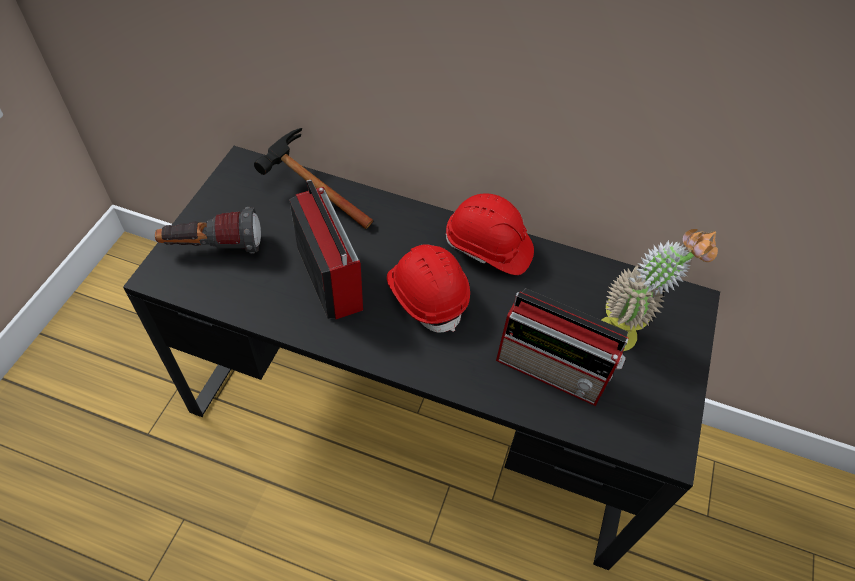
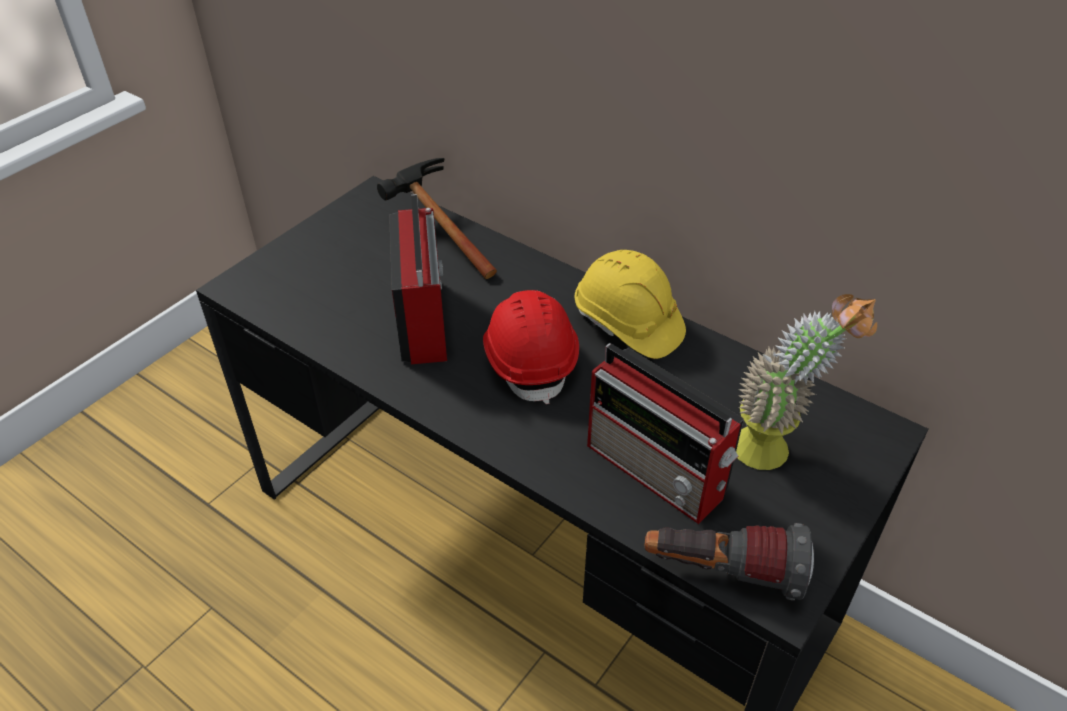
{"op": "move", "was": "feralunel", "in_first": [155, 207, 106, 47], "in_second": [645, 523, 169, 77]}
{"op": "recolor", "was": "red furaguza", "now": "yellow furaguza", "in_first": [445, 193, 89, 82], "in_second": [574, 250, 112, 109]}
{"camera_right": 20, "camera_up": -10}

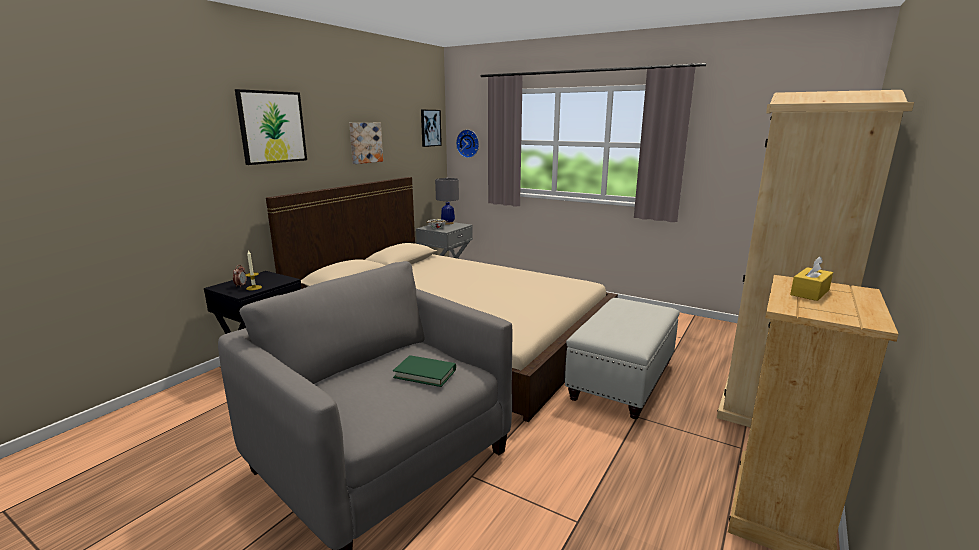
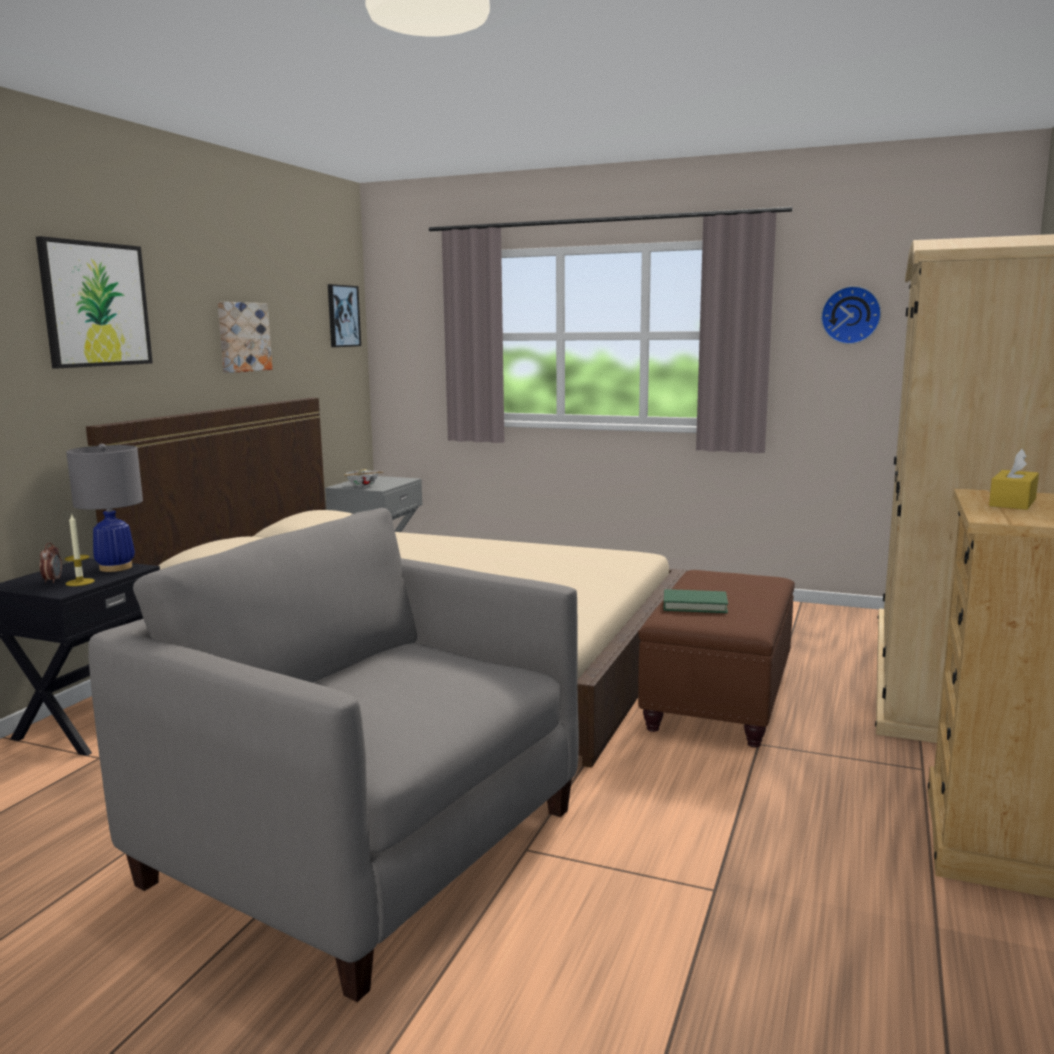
{"op": "move", "was": "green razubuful", "in_first": [393, 355, 63, 32], "in_second": [663, 589, 65, 24]}
{"op": "move", "was": "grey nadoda", "in_first": [435, 177, 24, 47], "in_second": [66, 444, 77, 128]}
{"op": "move", "was": "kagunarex", "in_first": [456, 129, 23, 29], "in_second": [821, 286, 61, 58]}
{"op": "recolor", "was": "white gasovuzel", "now": "brown gasovuzel", "in_first": [565, 298, 115, 121], "in_second": [638, 570, 157, 178]}
{"camera_right": -10, "camera_up": -5}

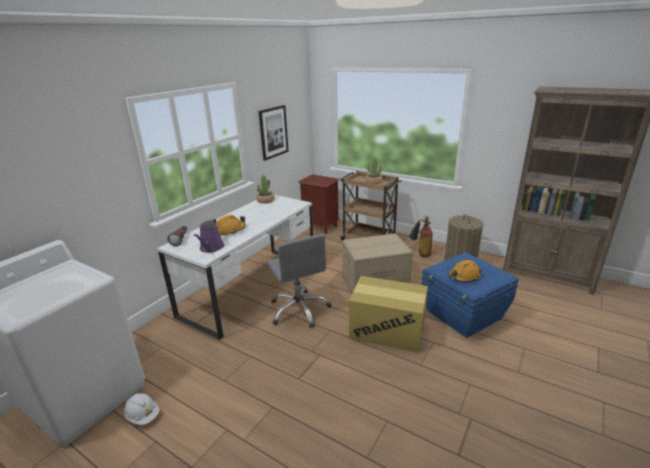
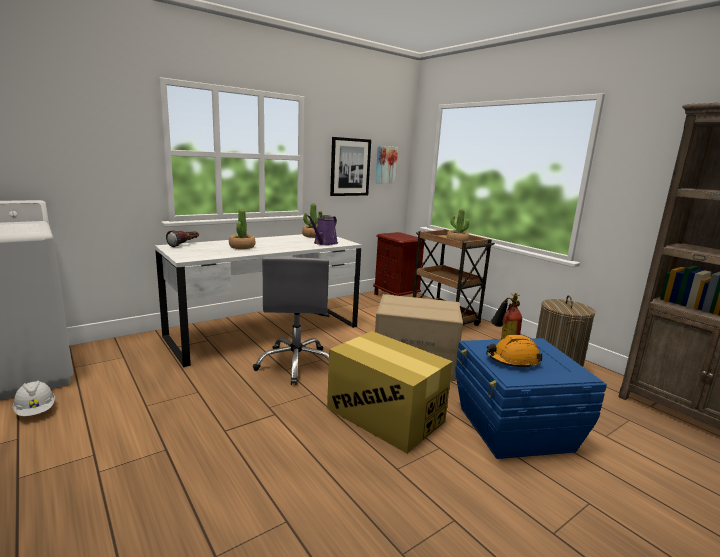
{"op": "move", "was": "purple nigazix", "in_first": [194, 219, 30, 34], "in_second": [307, 215, 31, 30]}
{"op": "replace", "was": "orange furaguza", "now": "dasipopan", "in_first": [216, 215, 30, 20], "in_second": [229, 209, 27, 40]}
{"op": "insert", "now": "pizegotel", "in_second": [375, 146, 23, 37]}
{"camera_right": 20, "camera_up": -10}

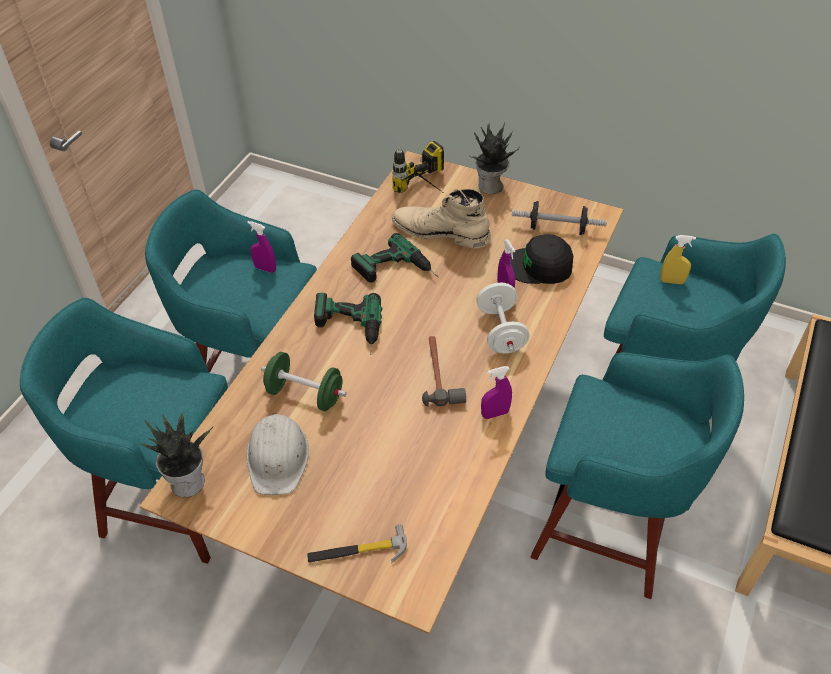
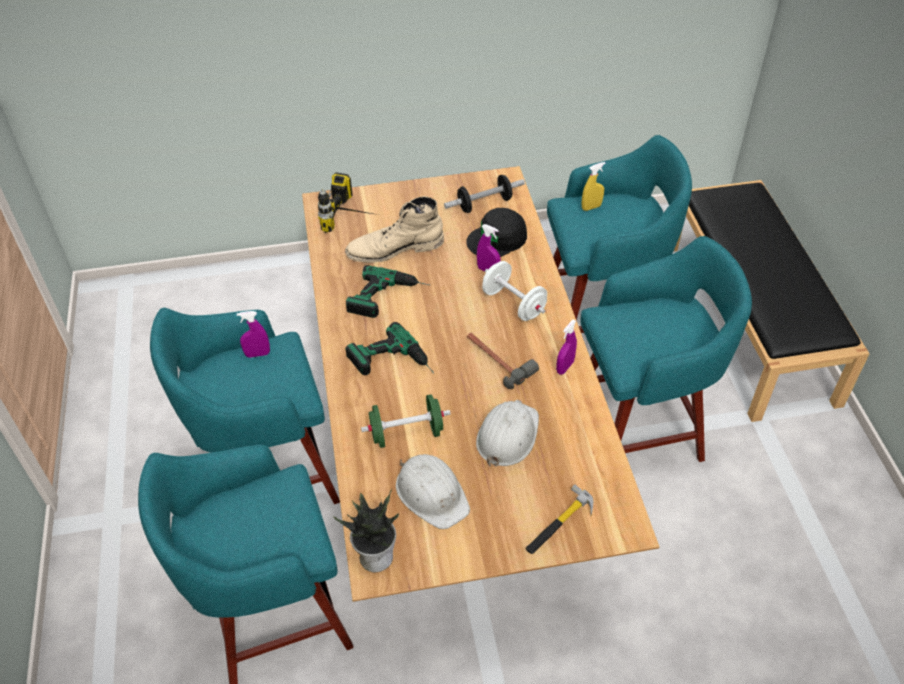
{"op": "delete", "was": "dasipopan", "in_first": [470, 123, 50, 71]}
{"op": "insert", "now": "white furaguza", "in_second": [476, 400, 63, 67]}
{"camera_right": -35, "camera_up": 0}

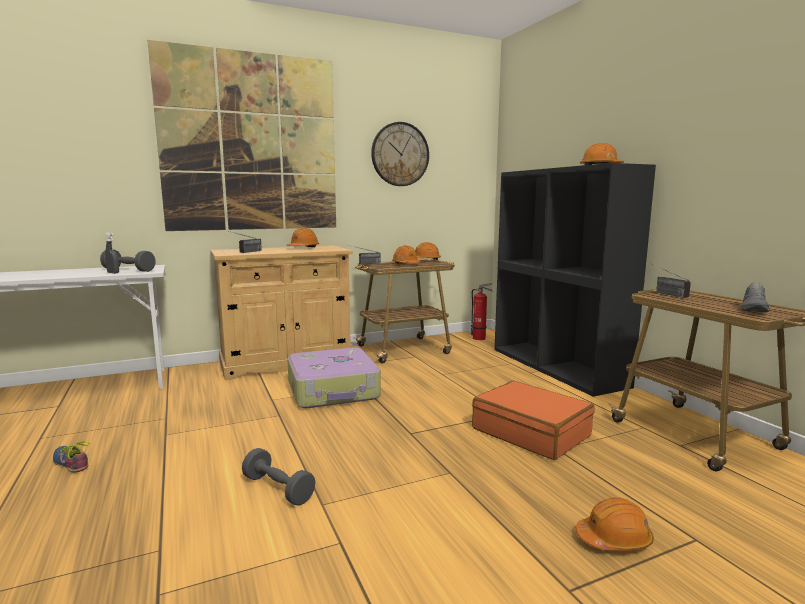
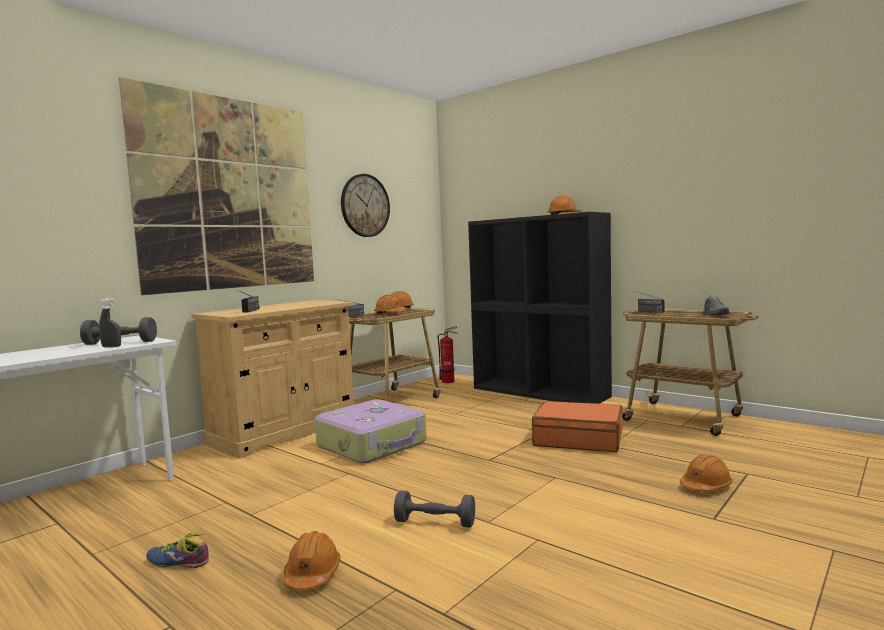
{"op": "move", "was": "orange furaguza", "in_first": [287, 228, 32, 19], "in_second": [284, 531, 56, 59]}
{"camera_right": -25, "camera_up": -5}

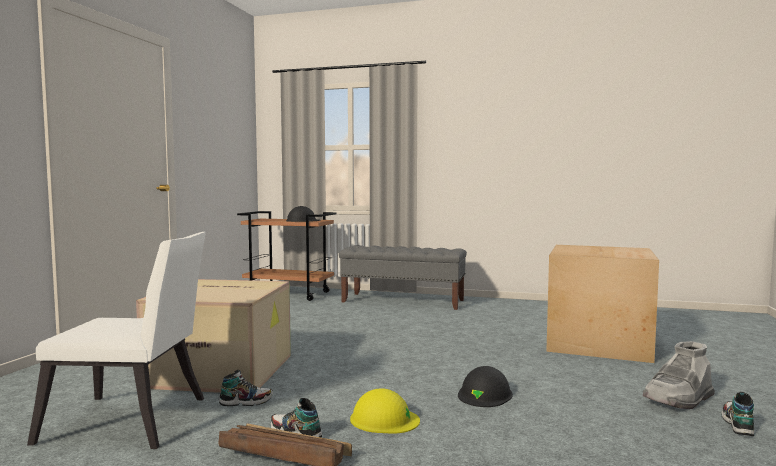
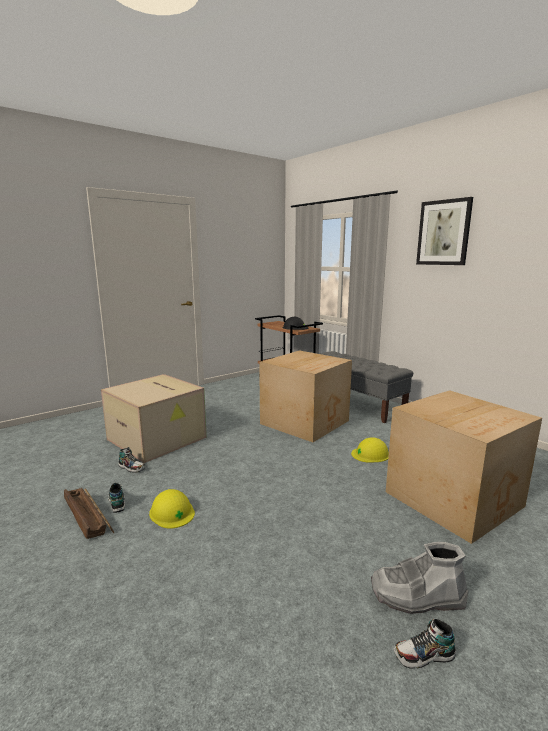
{"op": "delete", "was": "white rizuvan", "in_first": [27, 232, 179, 217]}
{"op": "delete", "was": "black furaguza", "in_first": [458, 366, 55, 41]}
{"op": "rotate", "was": "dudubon", "in_first": [722, 392, 33, 44], "in_second": [394, 619, 62, 50], "clockwise": -150}
{"op": "insert", "now": "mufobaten", "in_second": [259, 350, 93, 92]}
{"op": "insert", "now": "yellow furaguza", "in_second": [351, 437, 38, 26]}
{"op": "insert", "now": "pizegotel", "in_second": [416, 197, 57, 68]}
{"camera_right": 35, "camera_up": 10}

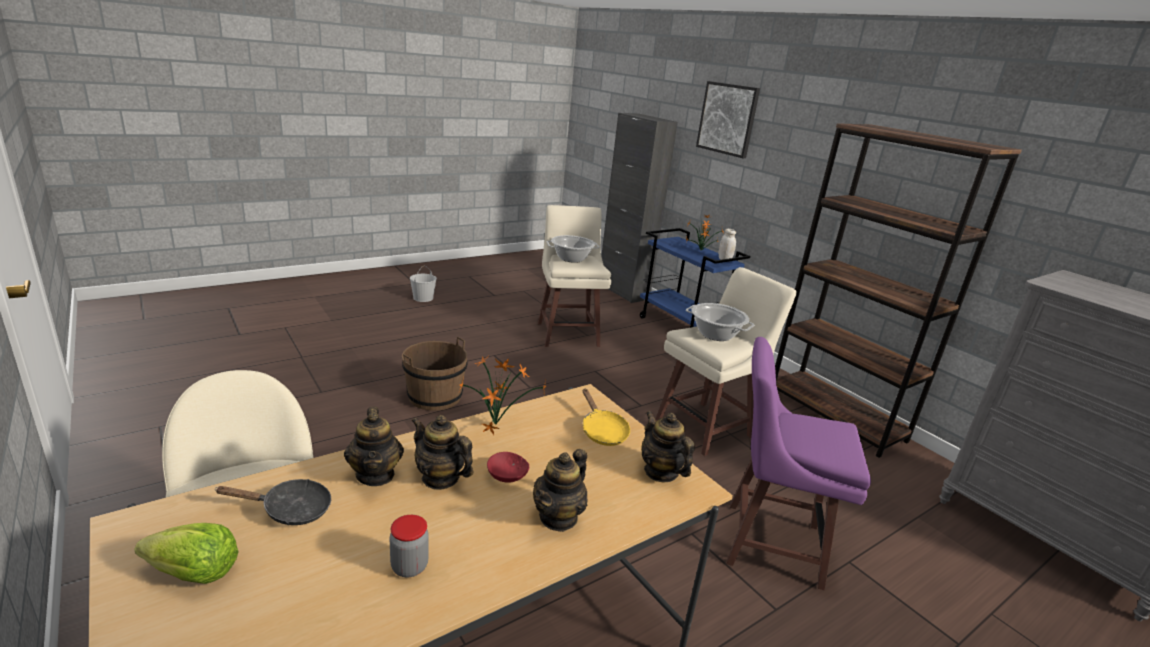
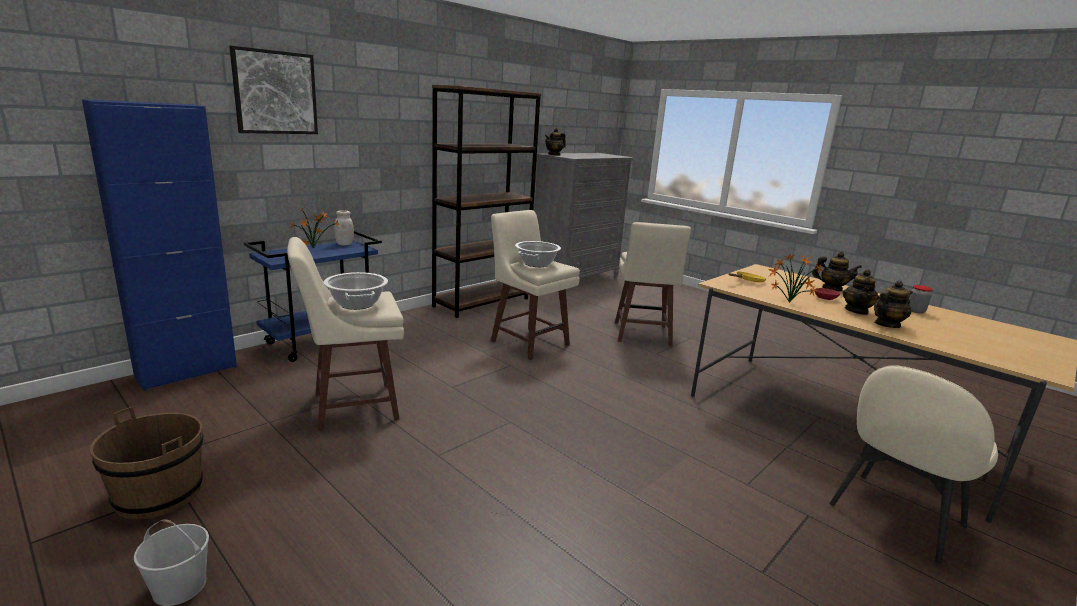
{"op": "delete", "was": "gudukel", "in_first": [134, 523, 105, 61]}
{"op": "delete", "was": "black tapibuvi", "in_first": [216, 479, 115, 46]}
{"op": "move", "was": "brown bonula", "in_first": [402, 337, 66, 74], "in_second": [90, 406, 113, 113]}
{"op": "recolor", "was": "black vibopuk", "now": "blue vibopuk", "in_first": [601, 113, 77, 190], "in_second": [82, 99, 155, 292]}
{"op": "move", "was": "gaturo", "in_first": [641, 411, 54, 71], "in_second": [545, 128, 21, 28]}
{"op": "recolor", "was": "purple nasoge", "now": "beige nasoge", "in_first": [726, 337, 145, 253], "in_second": [615, 222, 76, 124]}
{"camera_right": -100, "camera_up": -5}

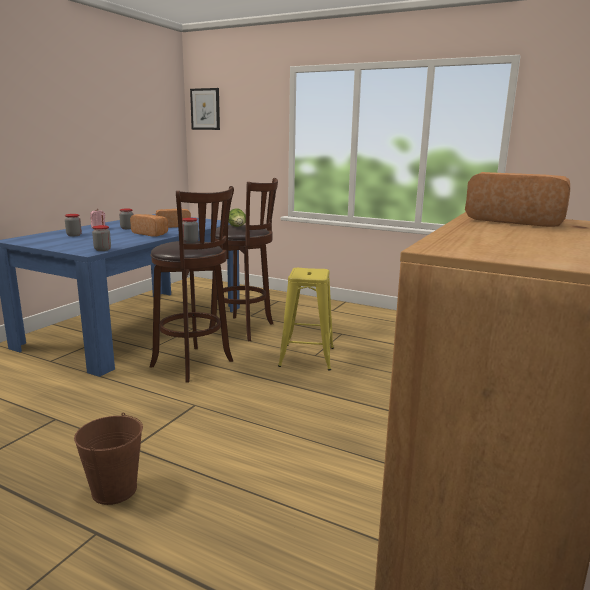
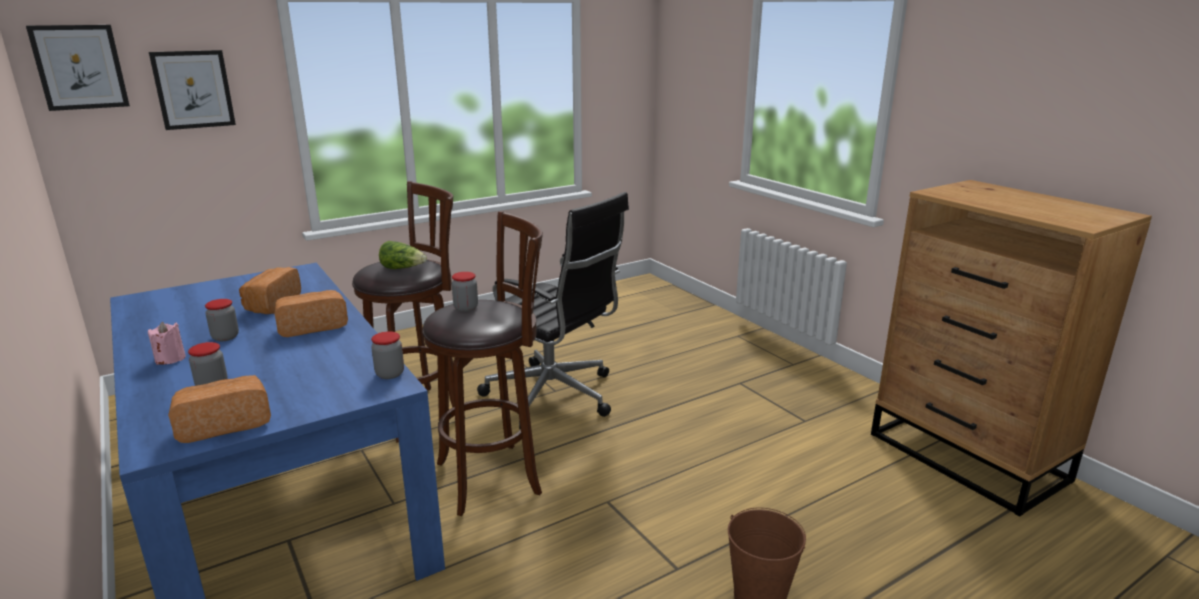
{"op": "replace", "was": "yellow nasoge", "now": "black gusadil", "in_first": [278, 268, 56, 102], "in_second": [477, 192, 152, 237]}
{"op": "move", "was": "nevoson", "in_first": [465, 172, 105, 55], "in_second": [168, 375, 103, 68]}
{"op": "insert", "now": "pizegotel", "in_second": [149, 50, 87, 80]}
{"camera_right": -60, "camera_up": 5}

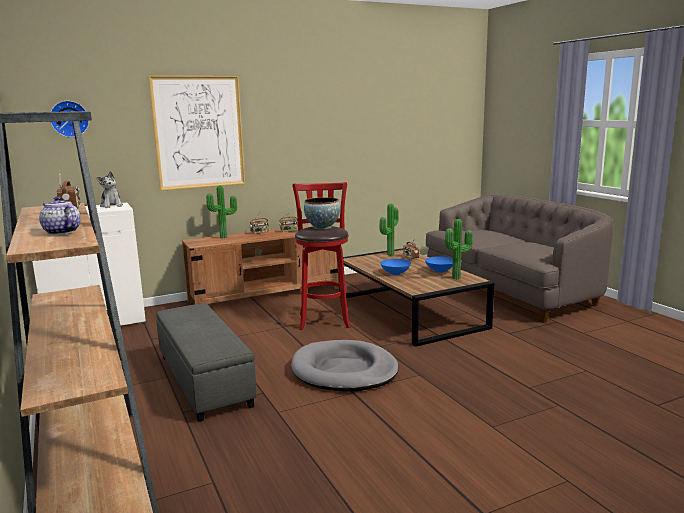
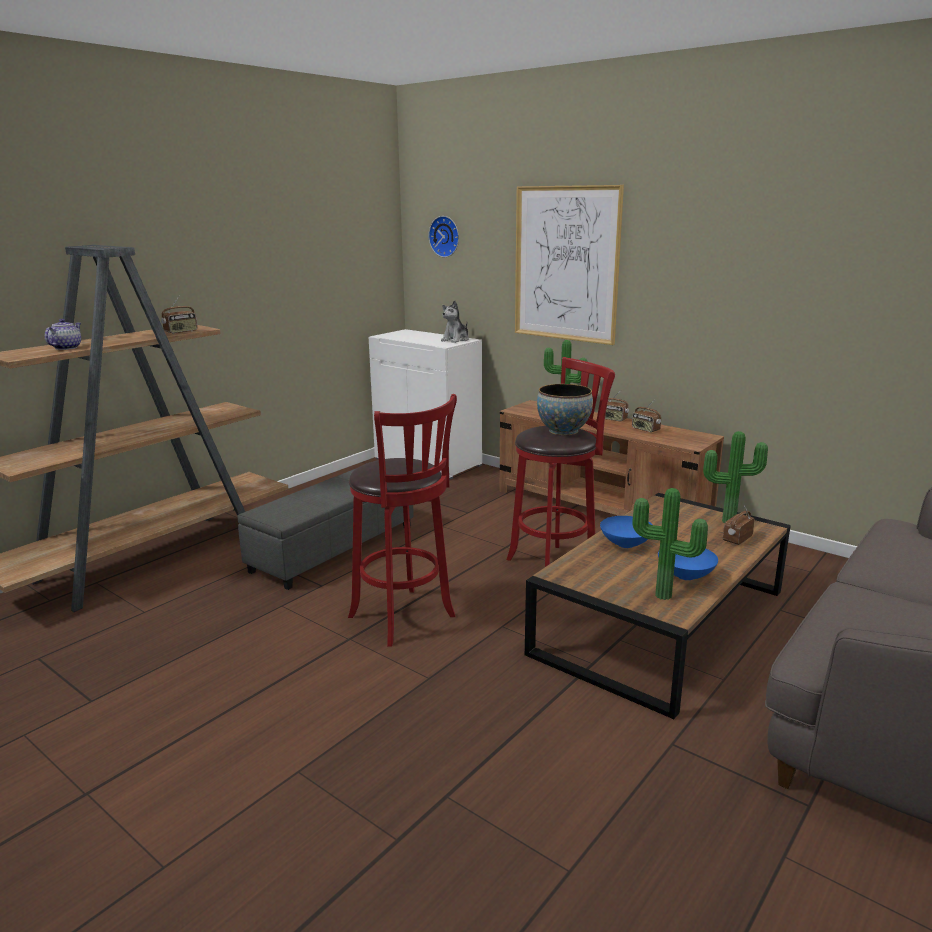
{"op": "replace", "was": "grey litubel", "now": "red nasoge", "in_first": [291, 340, 108, 51], "in_second": [348, 394, 109, 253]}
{"camera_right": 65, "camera_up": 5}

